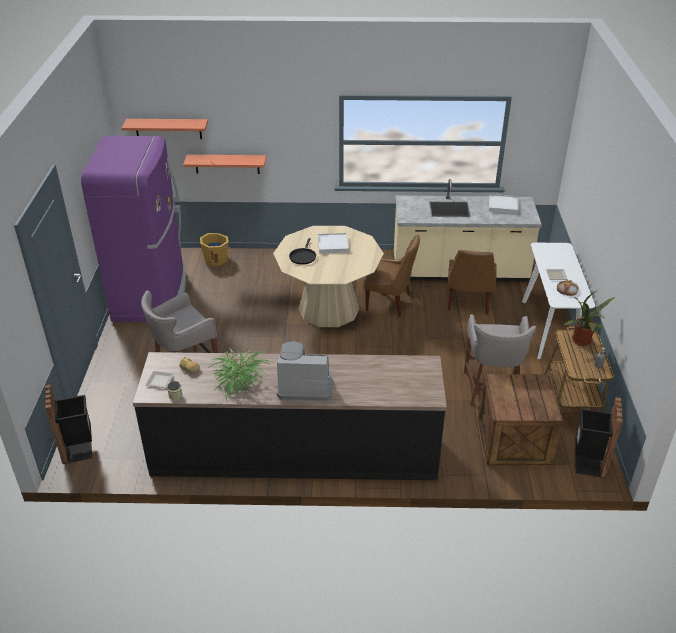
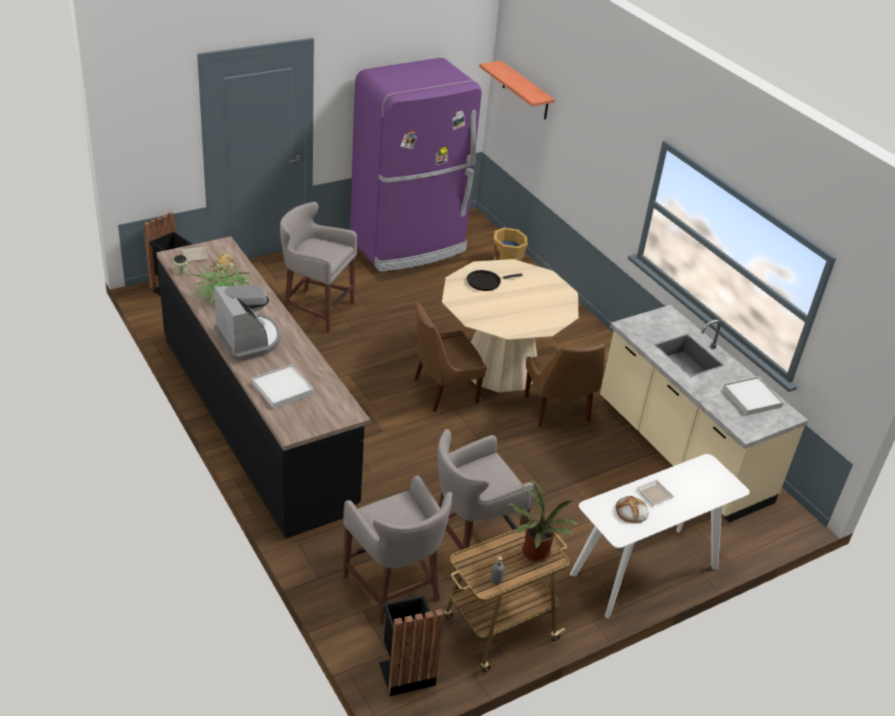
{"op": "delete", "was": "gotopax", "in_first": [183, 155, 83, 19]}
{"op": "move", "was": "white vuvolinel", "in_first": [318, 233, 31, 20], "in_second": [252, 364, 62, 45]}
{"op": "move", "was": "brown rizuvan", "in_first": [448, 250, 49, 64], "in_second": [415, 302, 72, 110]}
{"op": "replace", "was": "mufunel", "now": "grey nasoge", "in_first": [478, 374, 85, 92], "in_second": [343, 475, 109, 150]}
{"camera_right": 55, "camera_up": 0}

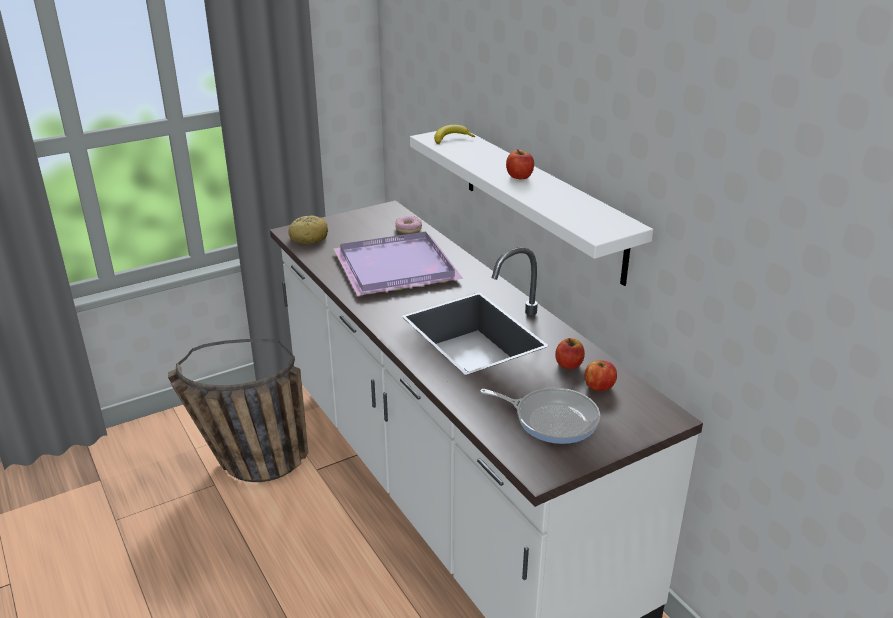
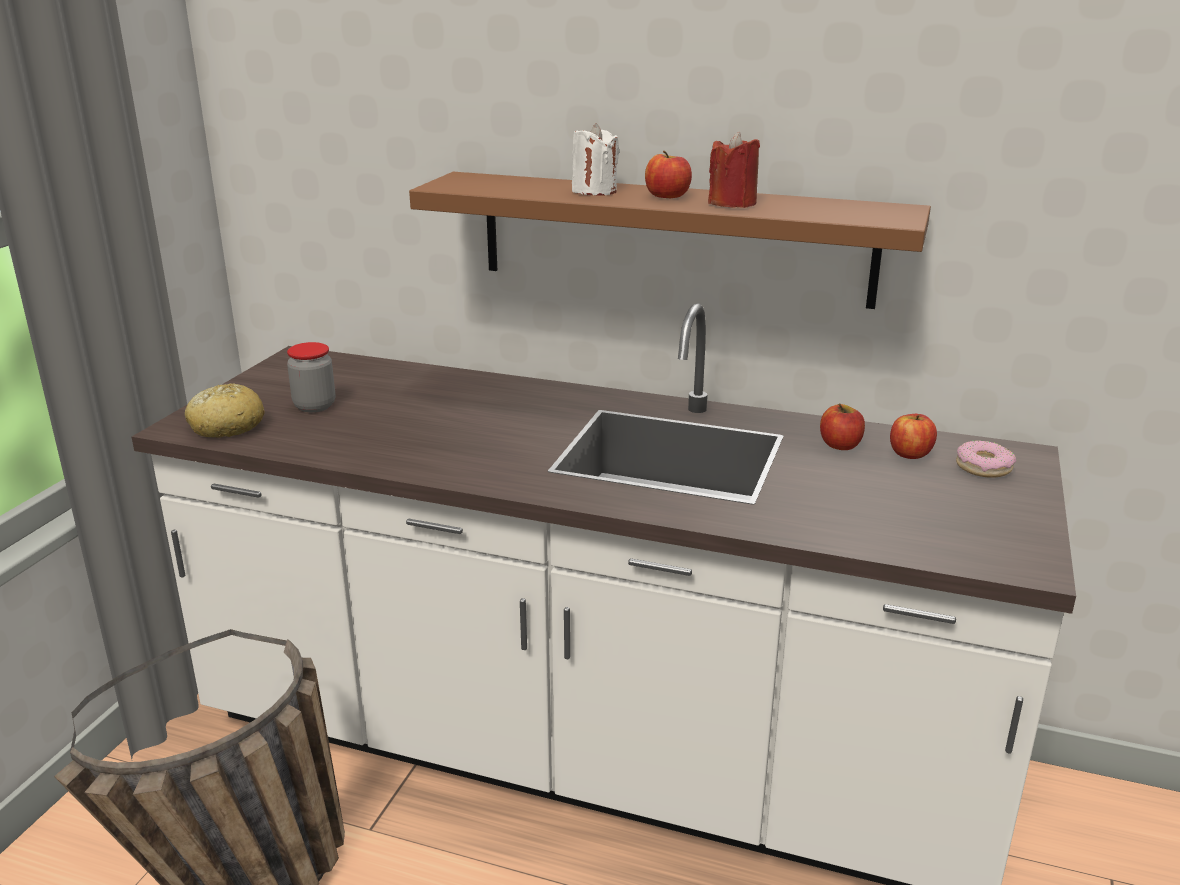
{"op": "delete", "was": "purple vuvolinel", "in_first": [334, 232, 129, 64]}
{"op": "move", "was": "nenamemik", "in_first": [395, 216, 27, 18], "in_second": [956, 441, 60, 37]}
{"op": "recolor", "was": "white gotopax", "now": "brown gotopax", "in_first": [410, 131, 243, 155], "in_second": [409, 172, 522, 137]}
{"op": "delete", "was": "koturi", "in_first": [434, 125, 41, 19]}
{"op": "delete", "was": "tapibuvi", "in_first": [480, 388, 120, 56]}
{"op": "insert", "now": "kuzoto", "in_second": [287, 342, 48, 70]}
{"op": "insert", "now": "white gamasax", "in_second": [572, 123, 48, 73]}
{"op": "insert", "now": "red gamasax", "in_second": [708, 132, 52, 76]}
{"camera_right": -40, "camera_up": -5}

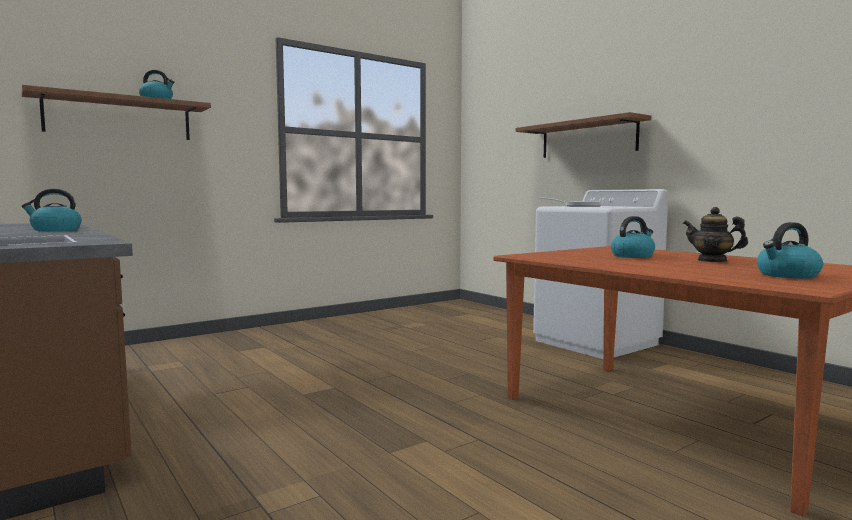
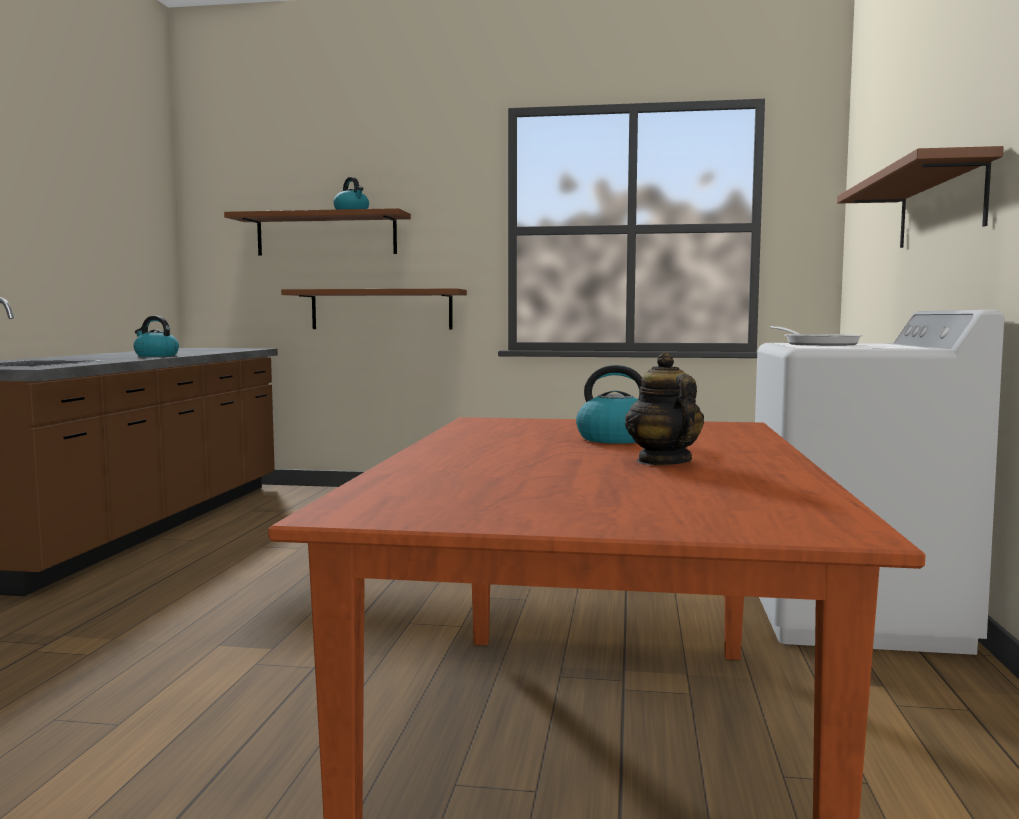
{"op": "delete", "was": "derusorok", "in_first": [757, 222, 66, 57]}
{"op": "insert", "now": "brown gotopax", "in_second": [281, 288, 186, 42]}
{"camera_right": 45, "camera_up": 0}

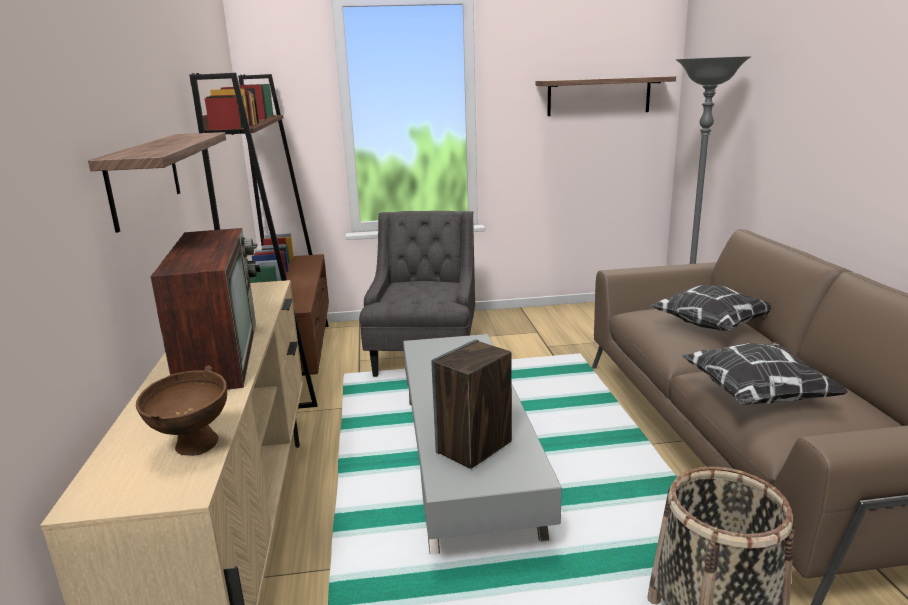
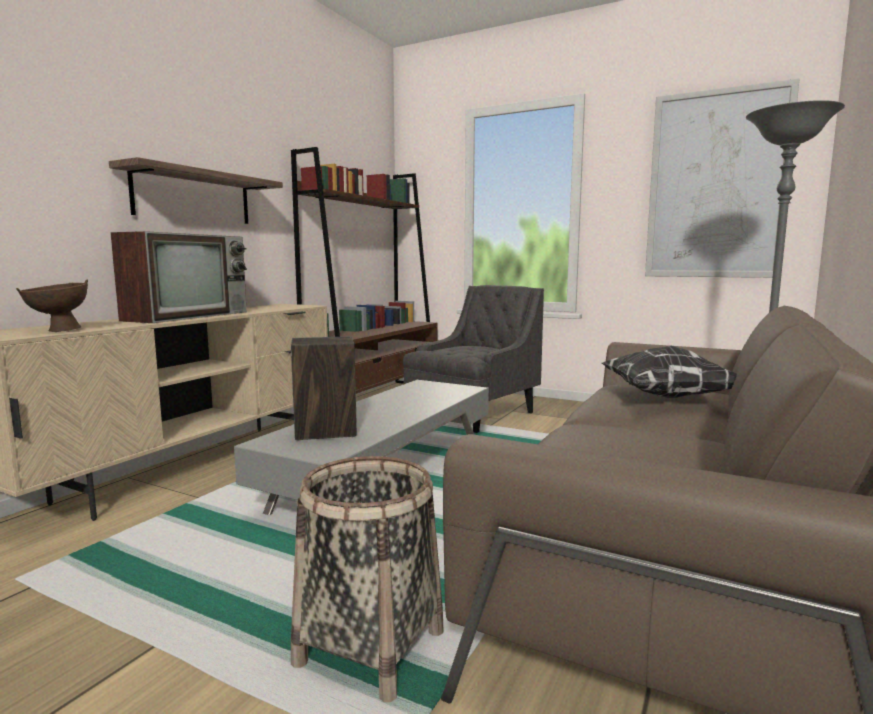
{"op": "replace", "was": "gotopax", "now": "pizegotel", "in_first": [535, 76, 141, 40], "in_second": [645, 79, 155, 199]}
{"op": "delete", "was": "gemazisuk", "in_first": [682, 342, 168, 63]}
{"camera_right": 35, "camera_up": -10}

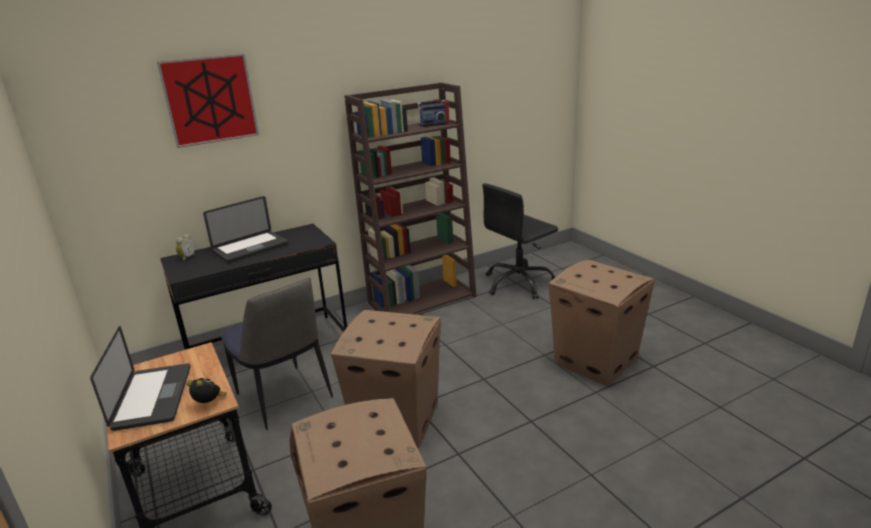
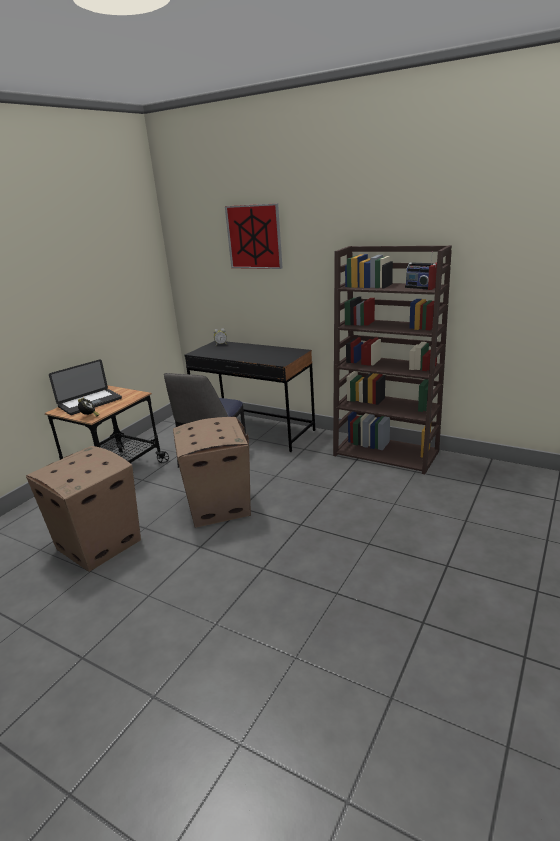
{"op": "delete", "was": "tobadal", "in_first": [203, 196, 85, 67]}
{"op": "delete", "was": "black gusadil", "in_first": [482, 183, 76, 116]}
{"op": "delete", "was": "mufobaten", "in_first": [549, 260, 106, 126]}
{"camera_right": 60, "camera_up": 0}

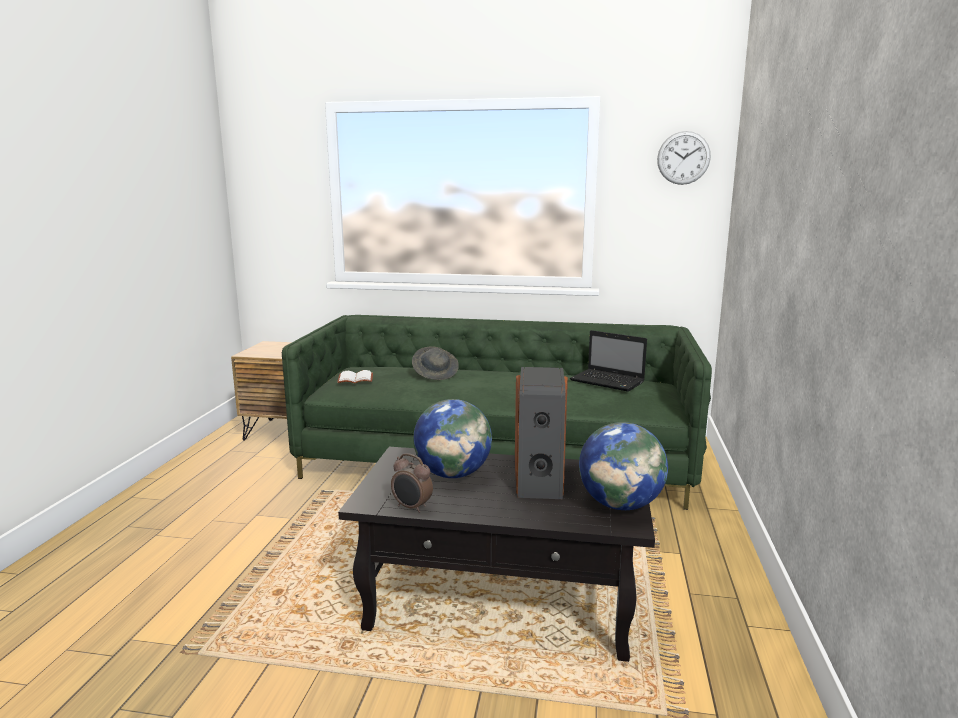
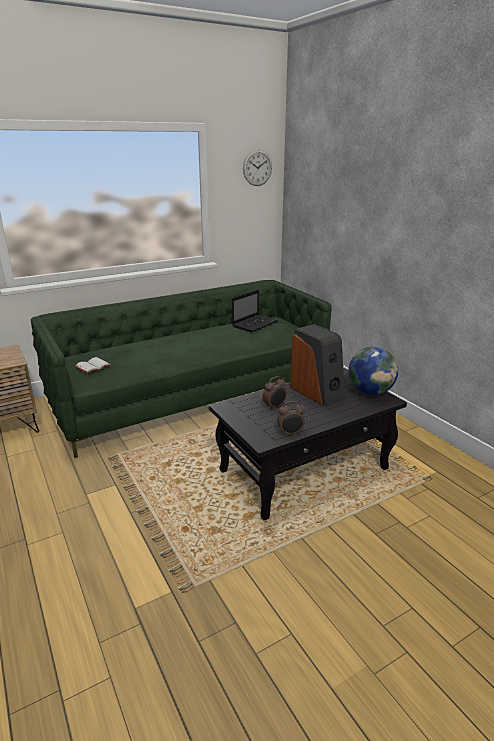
{"op": "delete", "was": "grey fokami", "in_first": [412, 347, 47, 33]}
{"op": "replace", "was": "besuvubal", "now": "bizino", "in_first": [413, 399, 79, 79], "in_second": [263, 376, 24, 34]}
{"op": "rotate", "was": "tobadal", "in_first": [570, 330, 77, 62], "in_second": [232, 290, 46, 42], "clockwise": -45}
{"camera_right": -40, "camera_up": 10}

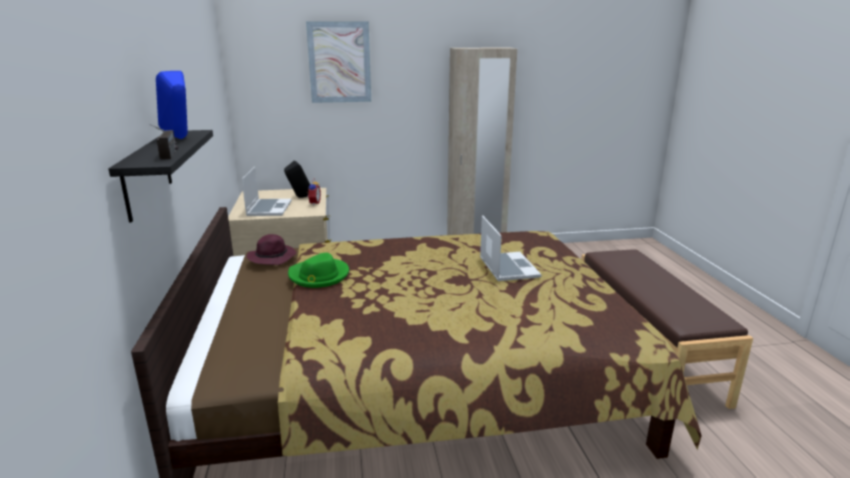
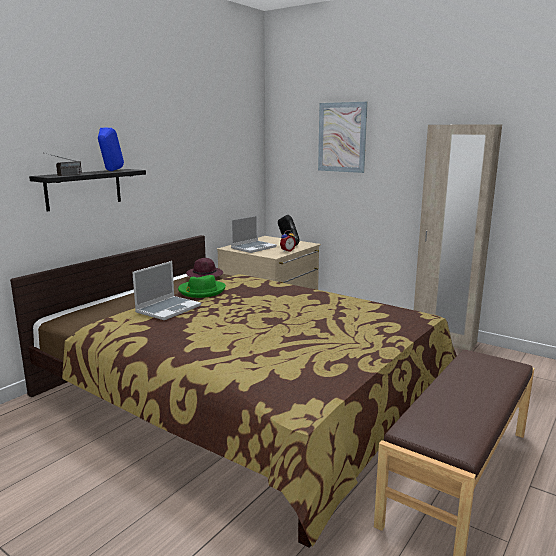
{"op": "move", "was": "tobadal", "in_first": [480, 215, 62, 66], "in_second": [132, 261, 69, 59]}
{"camera_right": 45, "camera_up": -5}

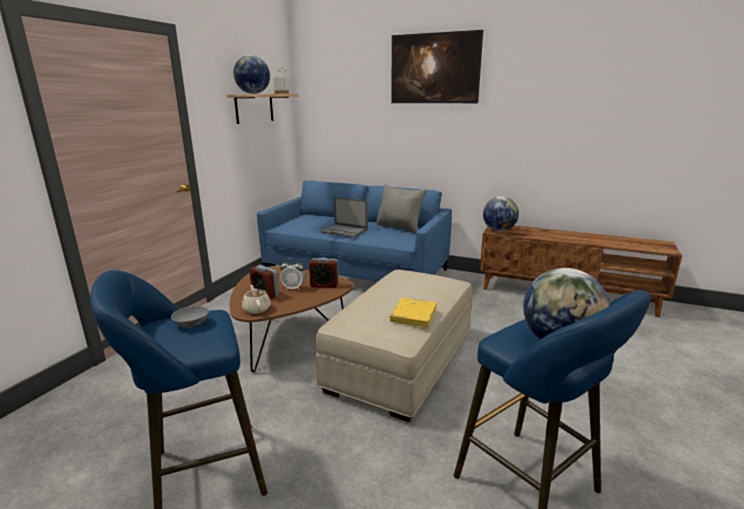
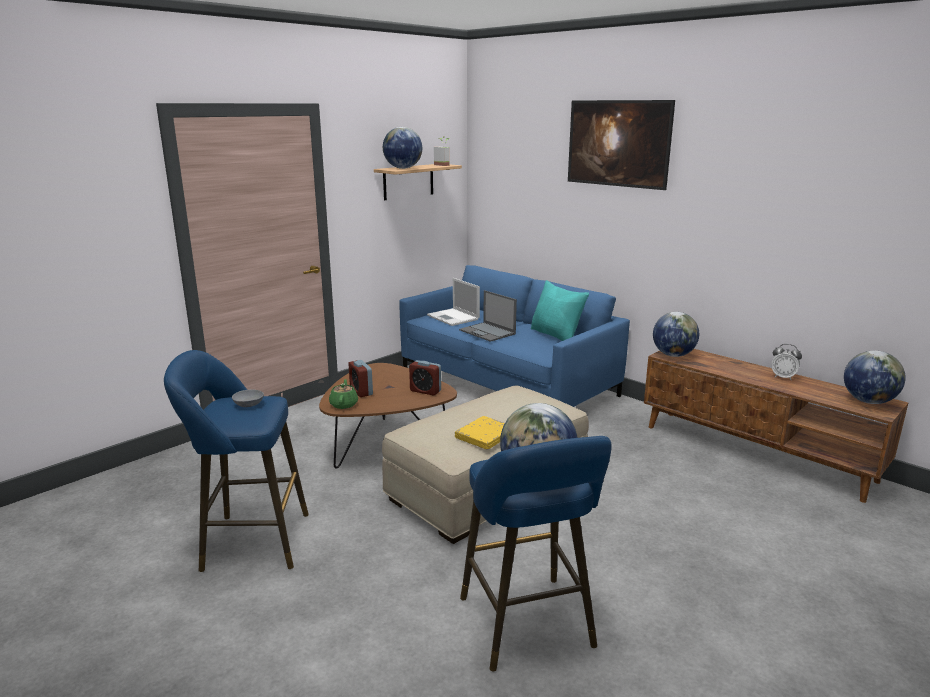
{"op": "recolor", "was": "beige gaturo", "now": "green gaturo", "in_first": [242, 285, 29, 29], "in_second": [329, 379, 29, 30]}
{"op": "move", "was": "bizino", "in_first": [280, 258, 25, 32], "in_second": [771, 344, 31, 36]}
{"op": "recolor", "was": "grey gemazisuk", "now": "turquoise gemazisuk", "in_first": [376, 184, 51, 49], "in_second": [531, 280, 58, 61]}
{"op": "insert", "now": "tobadal", "in_second": [427, 278, 53, 48]}
{"op": "insert", "now": "besuvubal", "in_second": [844, 351, 62, 53]}
{"camera_right": 20, "camera_up": 0}

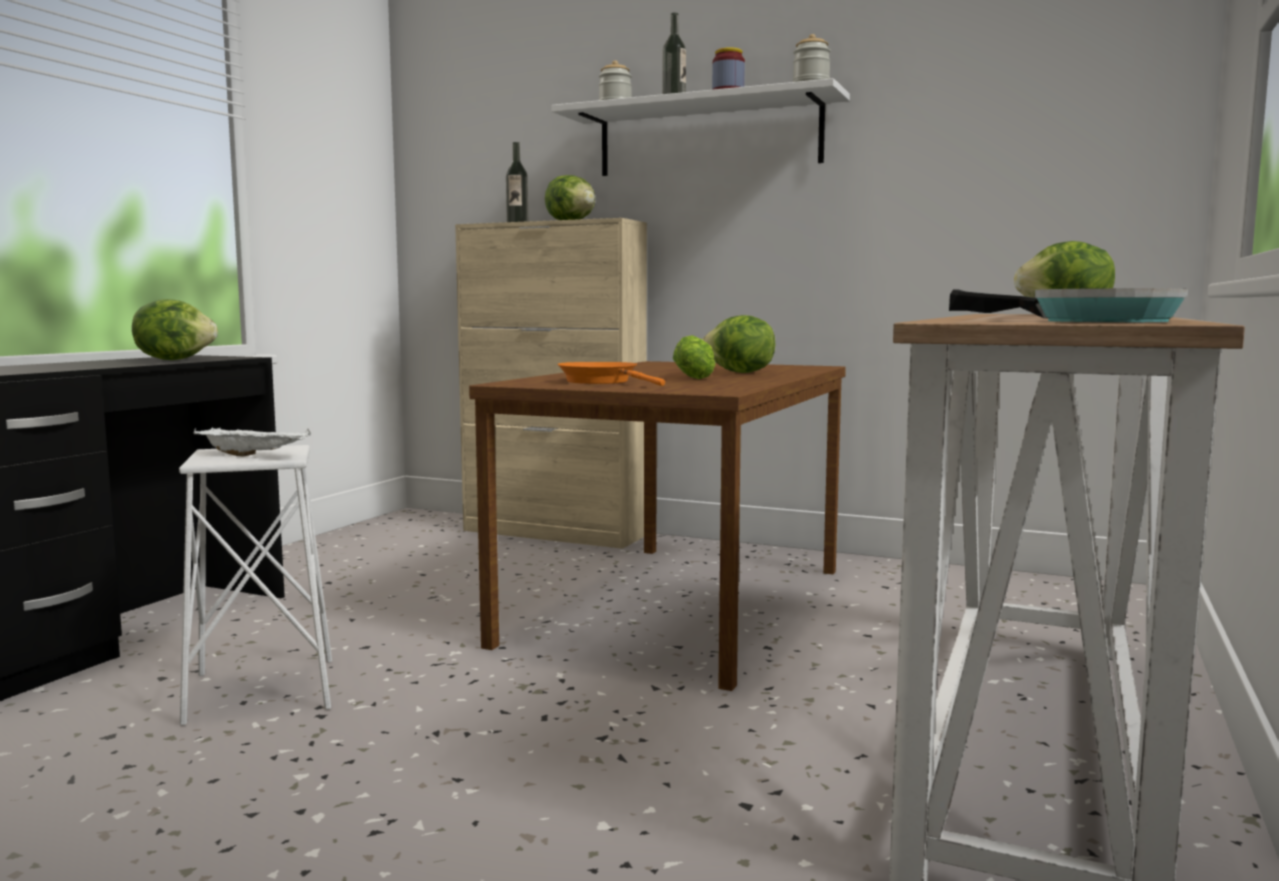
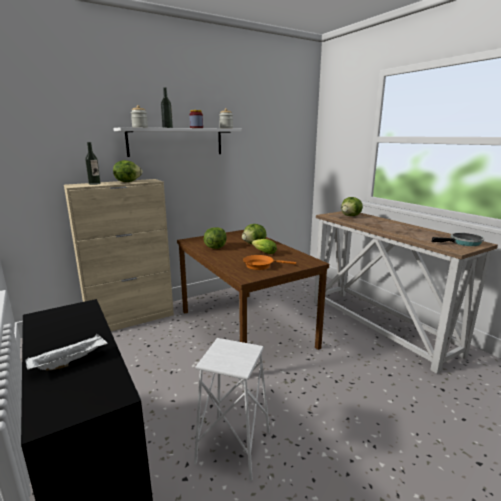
{"op": "move", "was": "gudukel", "in_first": [132, 299, 86, 61], "in_second": [204, 227, 23, 22]}
{"op": "move", "was": "white vuvolinel", "in_first": [193, 427, 118, 30], "in_second": [25, 334, 83, 36]}
{"camera_right": -55, "camera_up": 10}

